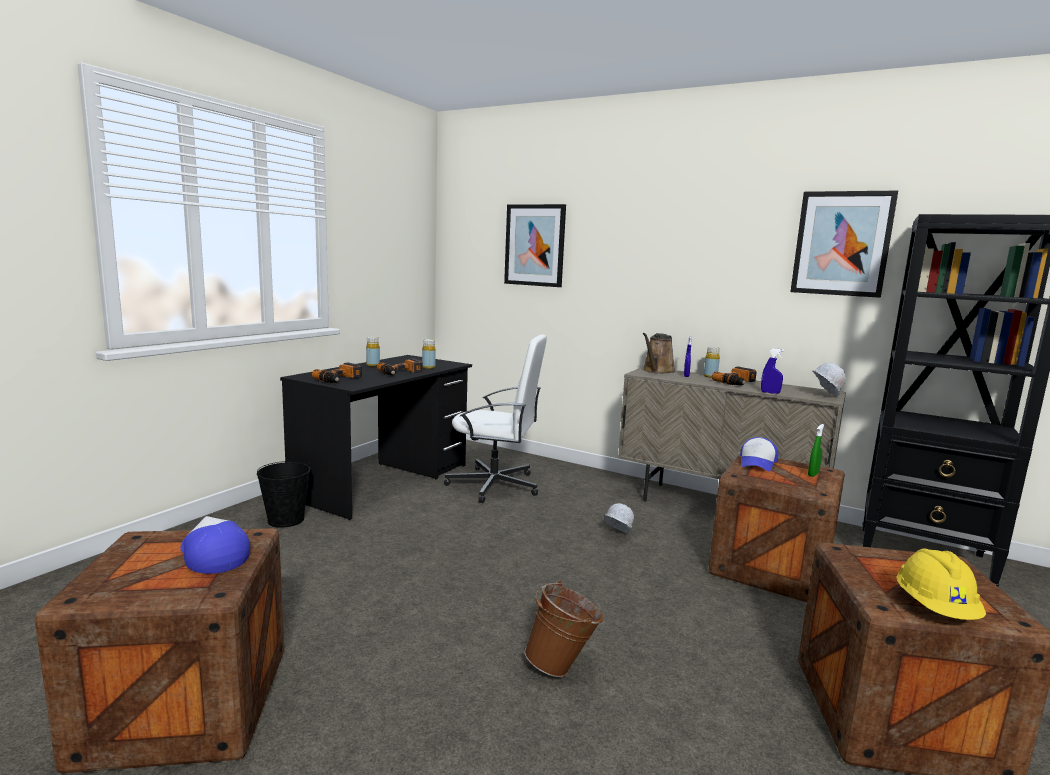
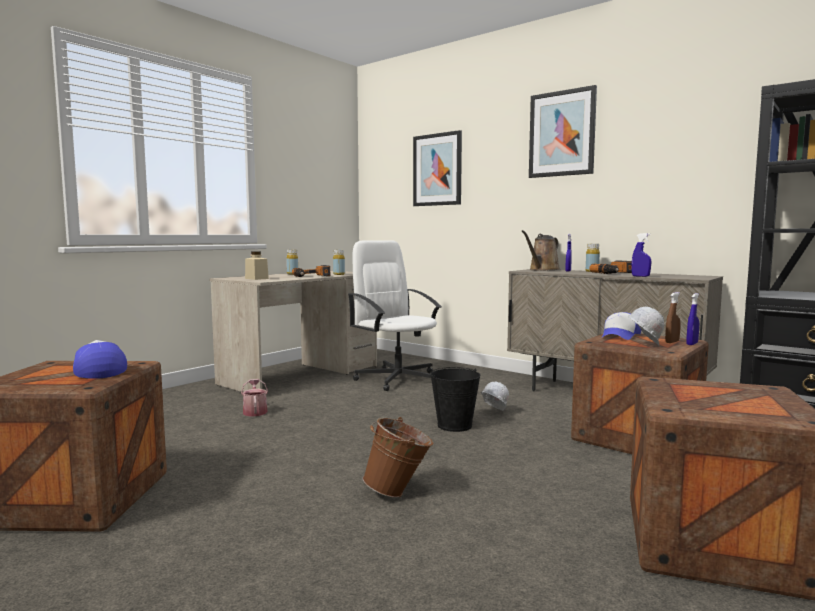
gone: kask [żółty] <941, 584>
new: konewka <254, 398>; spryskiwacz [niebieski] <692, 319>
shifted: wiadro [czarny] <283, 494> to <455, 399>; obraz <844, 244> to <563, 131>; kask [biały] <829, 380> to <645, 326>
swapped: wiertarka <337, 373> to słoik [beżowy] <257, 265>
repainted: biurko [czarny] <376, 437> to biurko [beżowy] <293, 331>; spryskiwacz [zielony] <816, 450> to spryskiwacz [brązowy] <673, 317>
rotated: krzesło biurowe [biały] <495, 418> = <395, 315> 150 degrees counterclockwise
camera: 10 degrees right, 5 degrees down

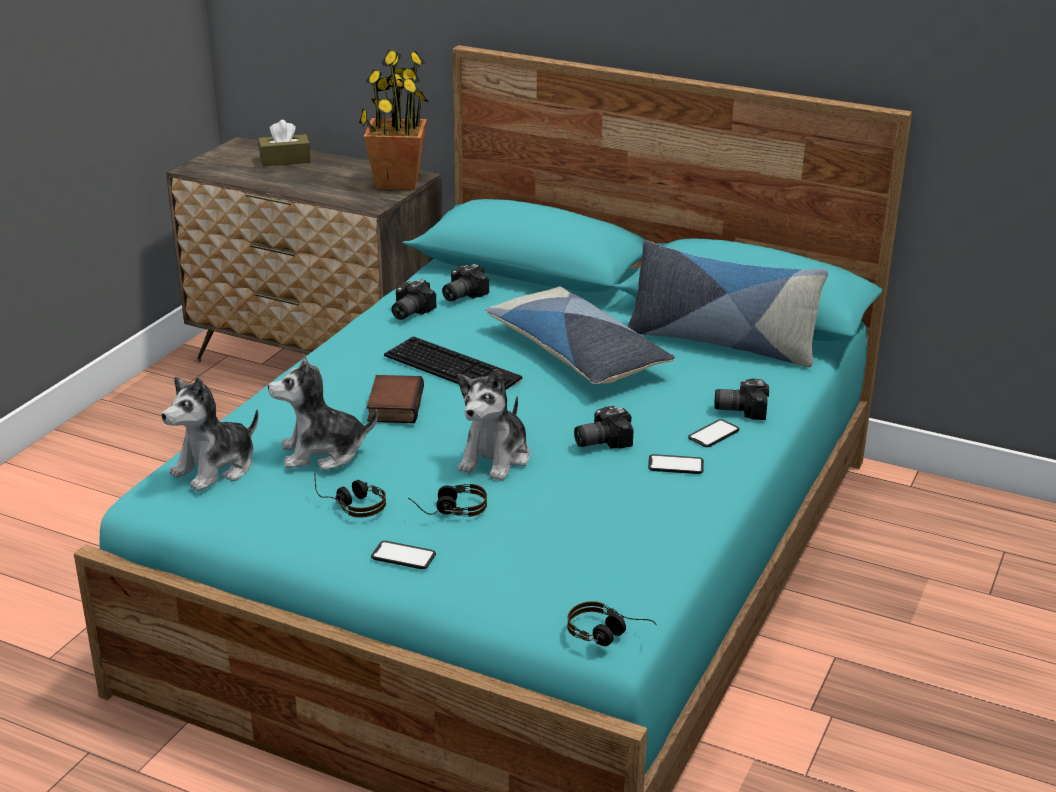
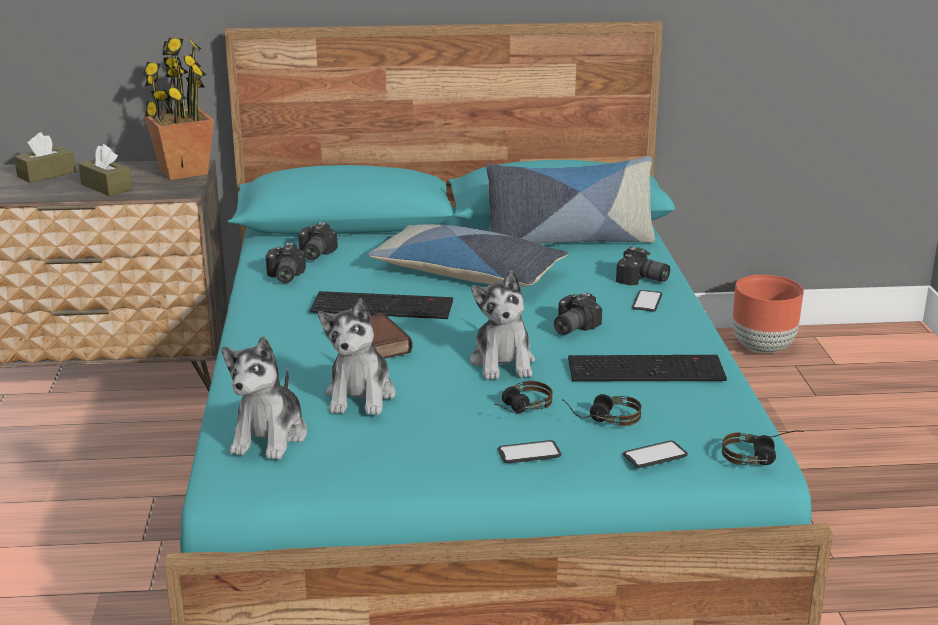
new: pudełko chusteczek [brązowy] <106, 170>; klawiatura <647, 368>; donica [brązowy] <768, 314>
shifted: słuchawki <350, 495> to <602, 410>; telefon <676, 464> to <655, 454>
rotated: pluszak <323, 412> = <357, 356> 45 degrees counterclockwise; aparat fotograficzny <741, 399> = <643, 266> 120 degrees counterclockwise
camera: 30 degrees left, 5 degrees down

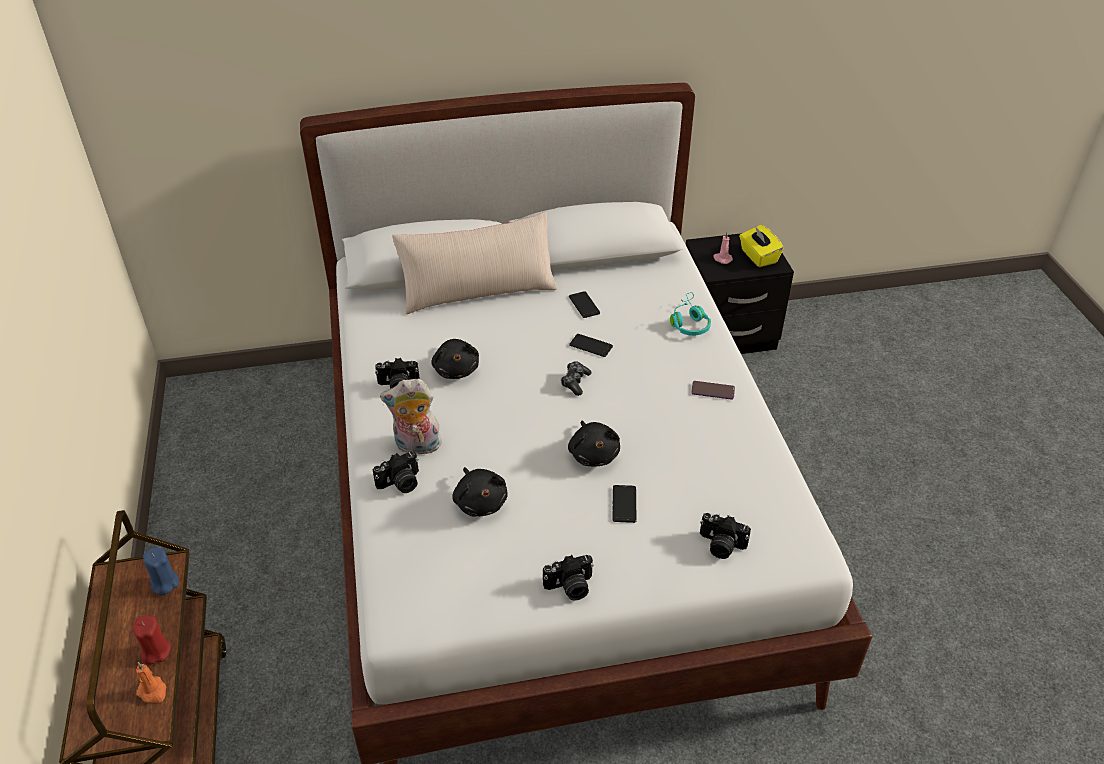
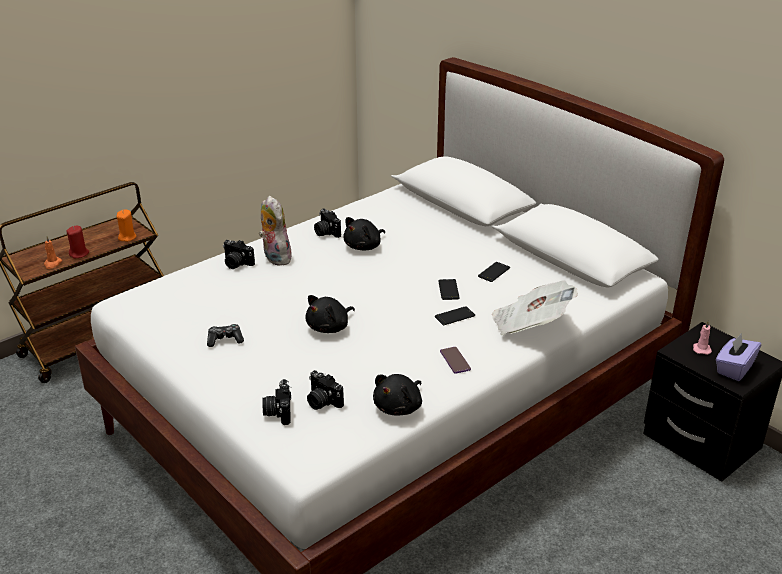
gone: poduszka [beżowy] <474, 263>
shifted: pluszak [czarny] <480, 491> to <397, 395>; aparat fotograficzny <568, 577> to <325, 390>; pad do gier <576, 378> to <225, 335>; telefon <624, 504> to <455, 315>
swapped: słuchawki [turkusowy] <690, 314> to gazeta <535, 307>
repainted: świeca [niebieski] <161, 571> to świeca [pomarańczowy] <126, 225>; pudełko chusteczek [żółty] <761, 246> to pudełko chusteczek [fioletowy] <738, 357>
camera: 60 degrees right, 10 degrees down

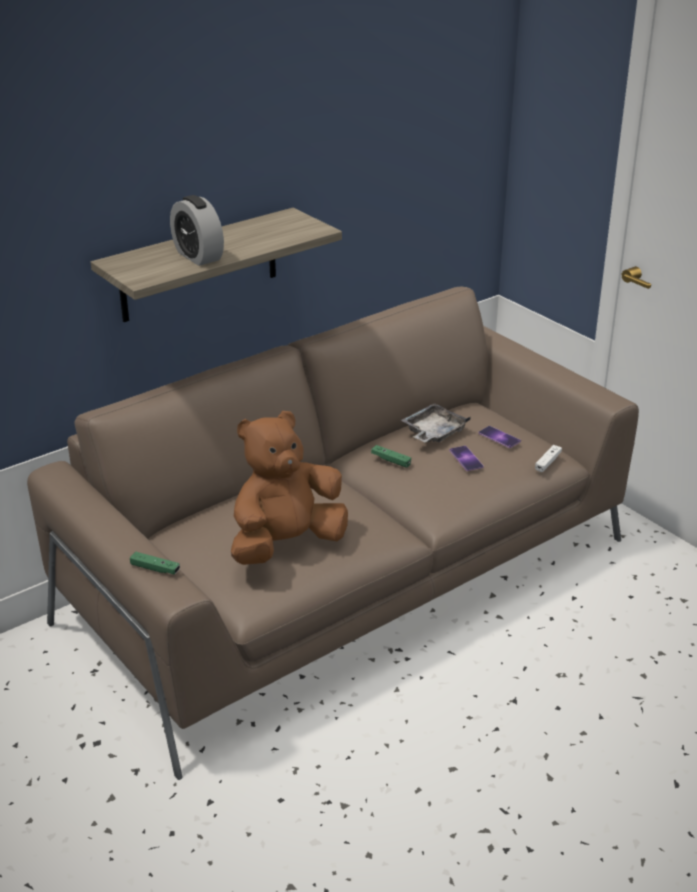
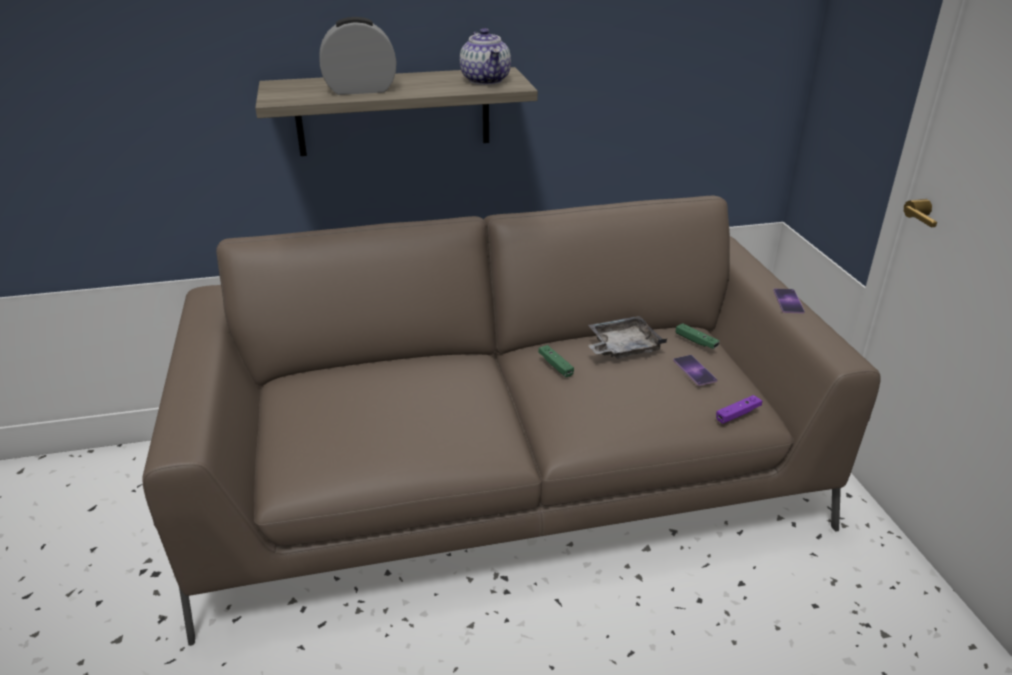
gone: pluszak [brązowy] <289, 488>
new: imbryk <485, 56>
shifted: pad do gier [zielony] <155, 563> to <697, 336>; telefon <466, 458> to <789, 301>
repainted: pad do gier [biały] <548, 458> to pad do gier [fioletowy] <739, 409>
rotated: budzik <197, 230> = <358, 56> 90 degrees clockwise
camera: 25 degrees right, 0 degrees up

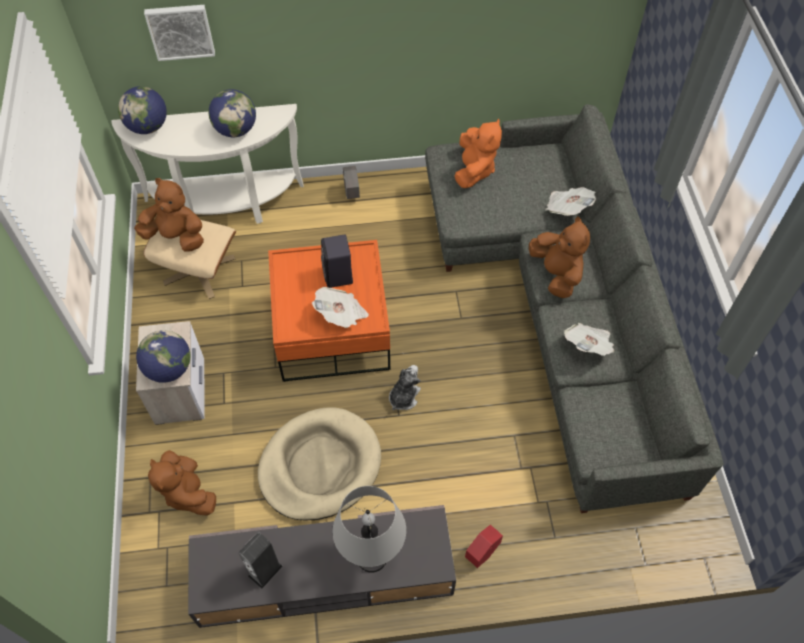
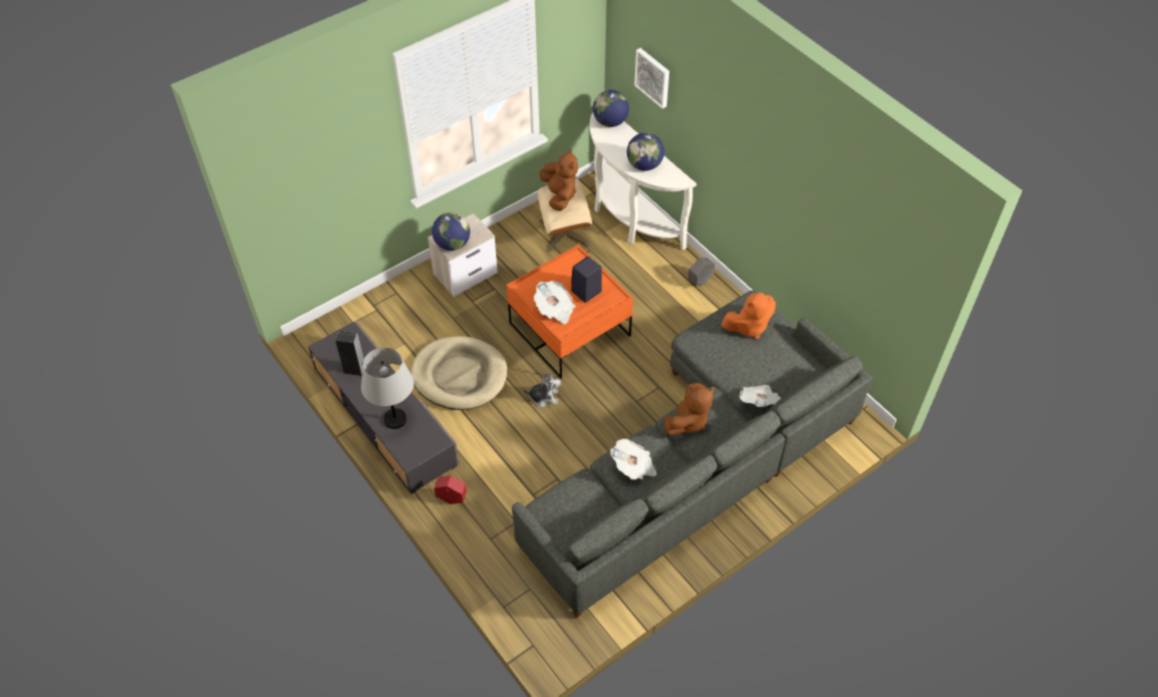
gone: pluszak [brązowy] <182, 482>
camera: 60 degrees right, 5 degrees down

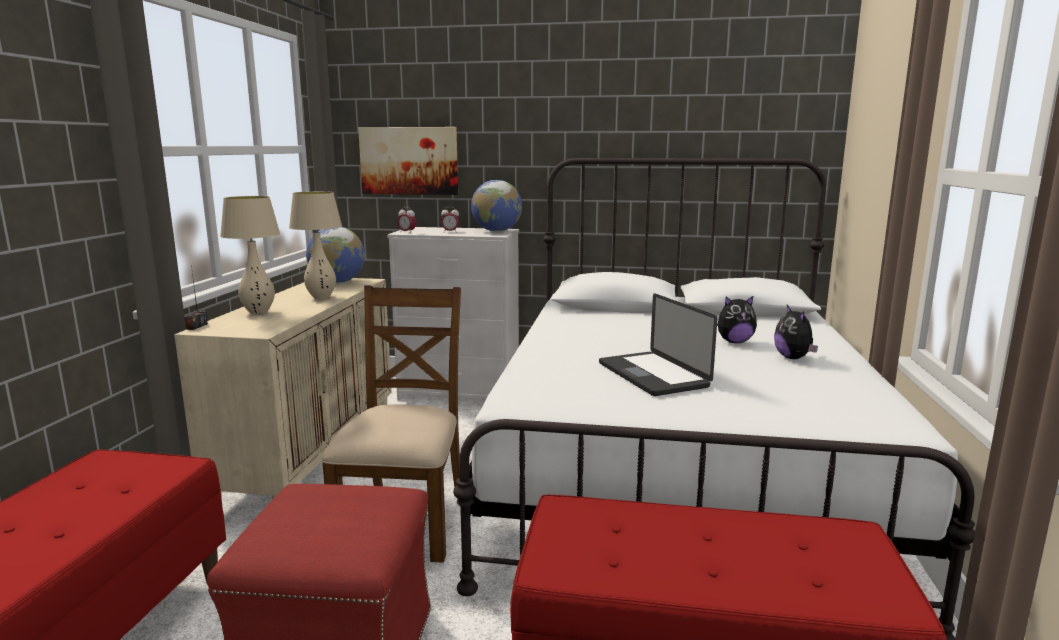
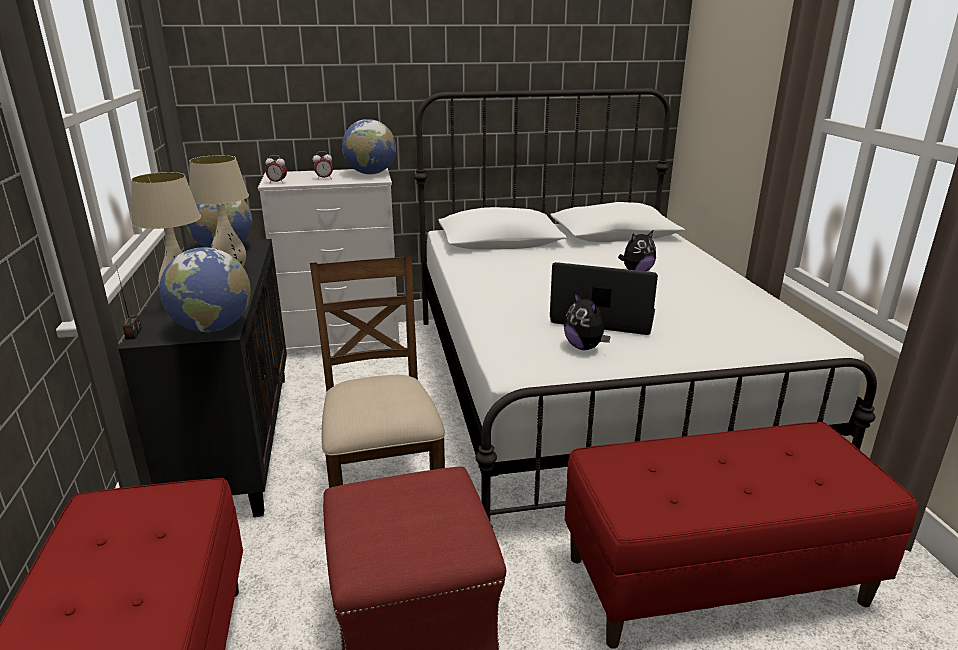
gone: obraz <408, 161>
new: globus <205, 289>
shifted: pluszak <796, 332> to <587, 321>
repainted: szafka [beżowy] <283, 389> to szafka [czarny] <202, 378>
rotated: laptop <658, 344> = <604, 298> 150 degrees clockwise
camera: 20 degrees left, 10 degrees up

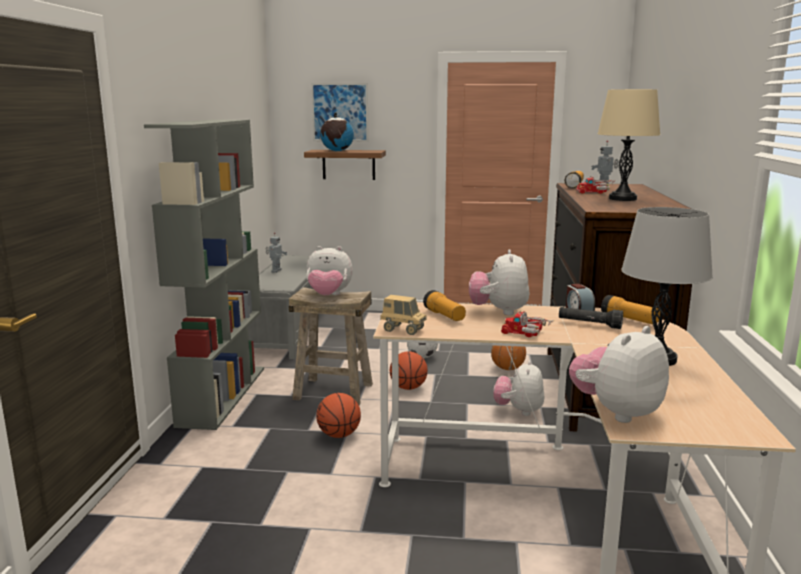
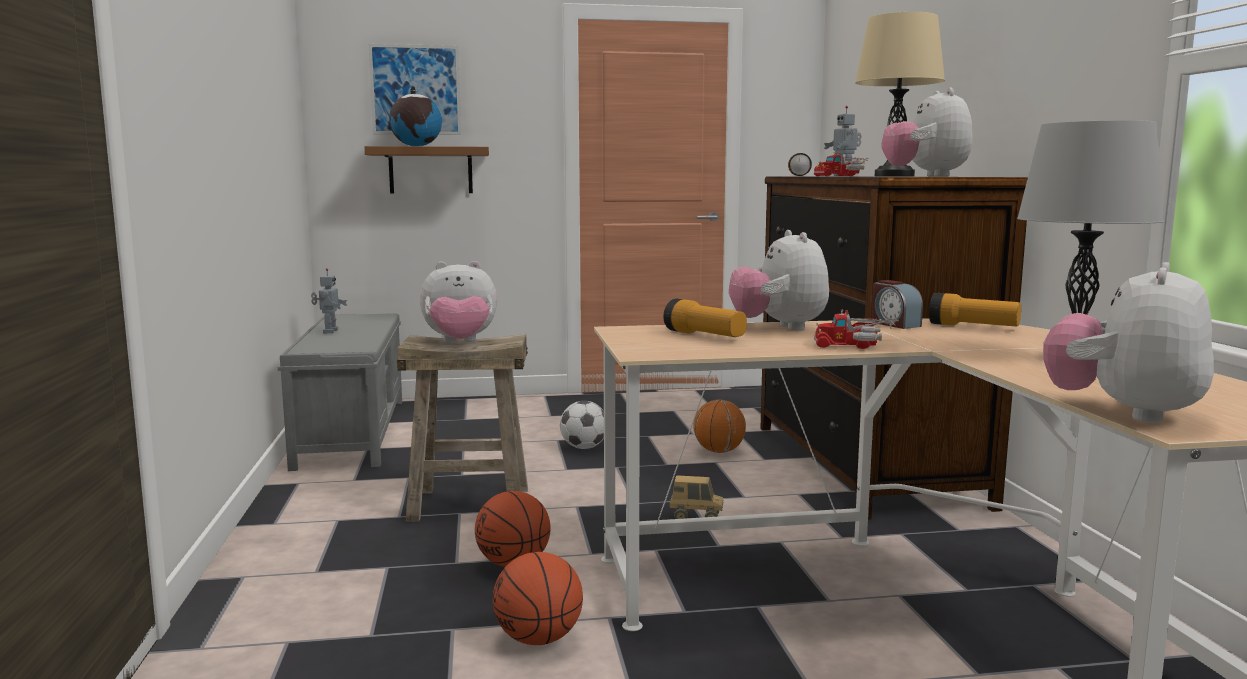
gone: regał [szary] <204, 275>; latarka [czarny] <591, 318>
shifted: ciężarówka zabawkowa <403, 315> to <696, 497>; piłka do koszykówki <409, 370> to <538, 598>; pluszak <518, 388> to <927, 132>
camera: 15 degrees left, 5 degrees down

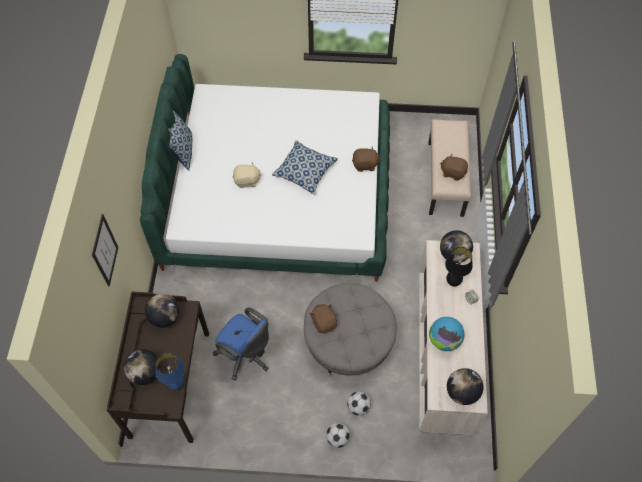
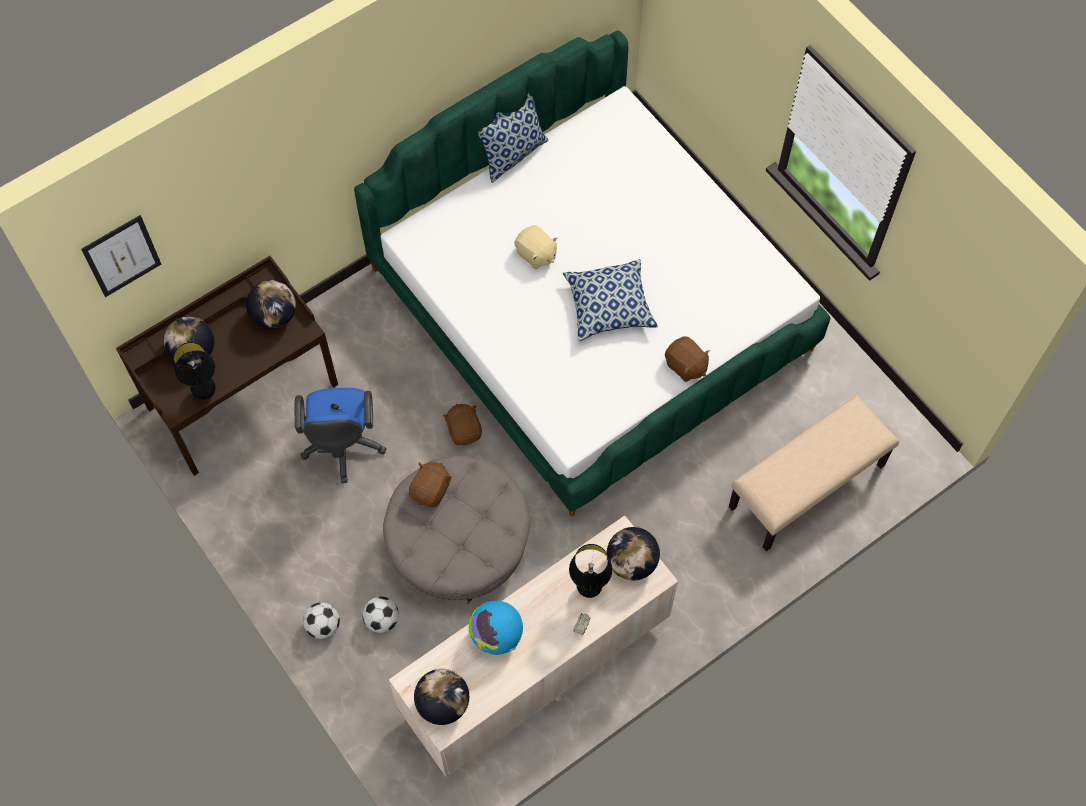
shifted: obraz <105, 250> to <121, 256>; pluszak [brązowy] <454, 167> to <462, 424>
repainted: lampa stołowa [niebieski] <170, 371> to lampa stołowa [czarny] <195, 371>
camera: 50 degrees right, 5 degrees up

